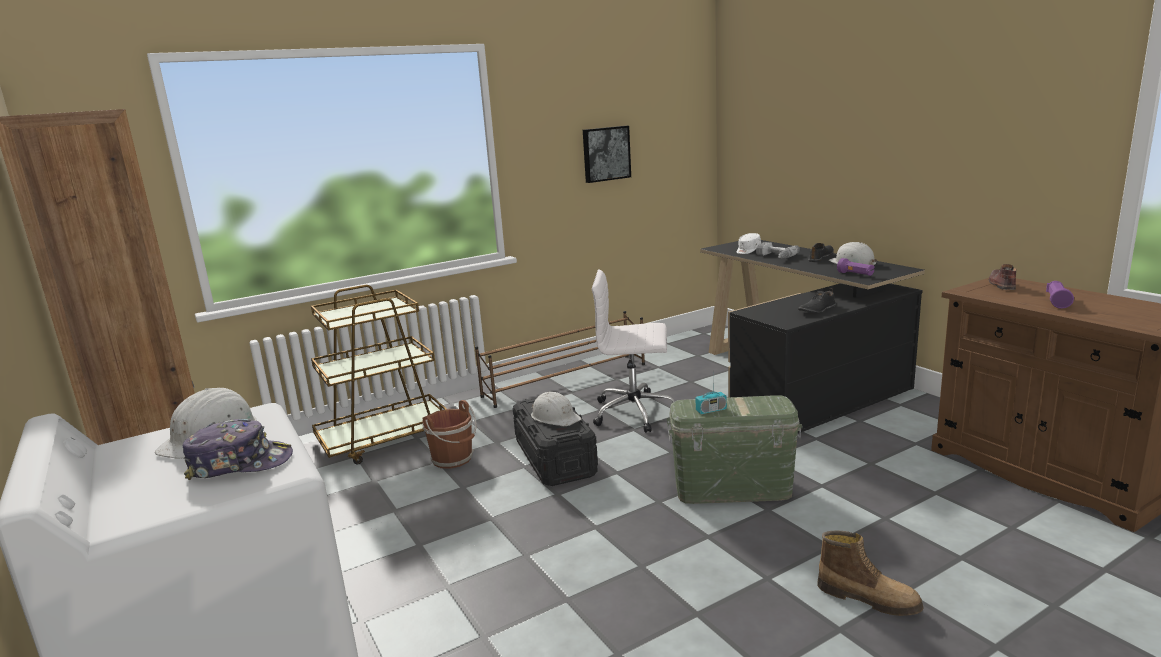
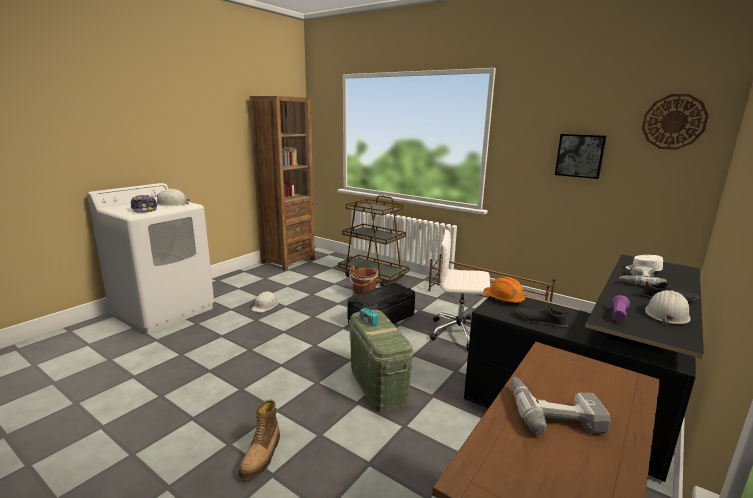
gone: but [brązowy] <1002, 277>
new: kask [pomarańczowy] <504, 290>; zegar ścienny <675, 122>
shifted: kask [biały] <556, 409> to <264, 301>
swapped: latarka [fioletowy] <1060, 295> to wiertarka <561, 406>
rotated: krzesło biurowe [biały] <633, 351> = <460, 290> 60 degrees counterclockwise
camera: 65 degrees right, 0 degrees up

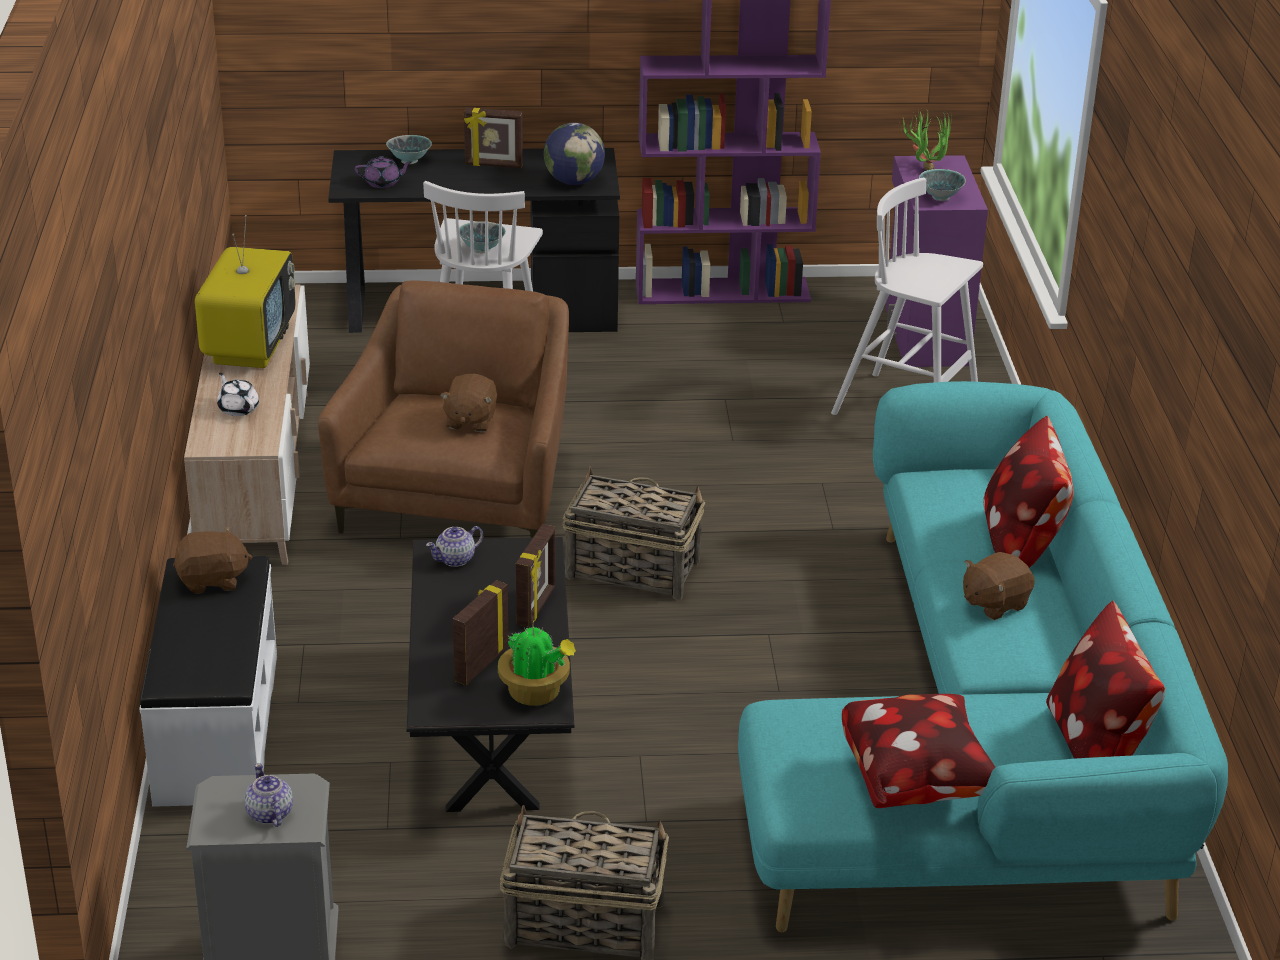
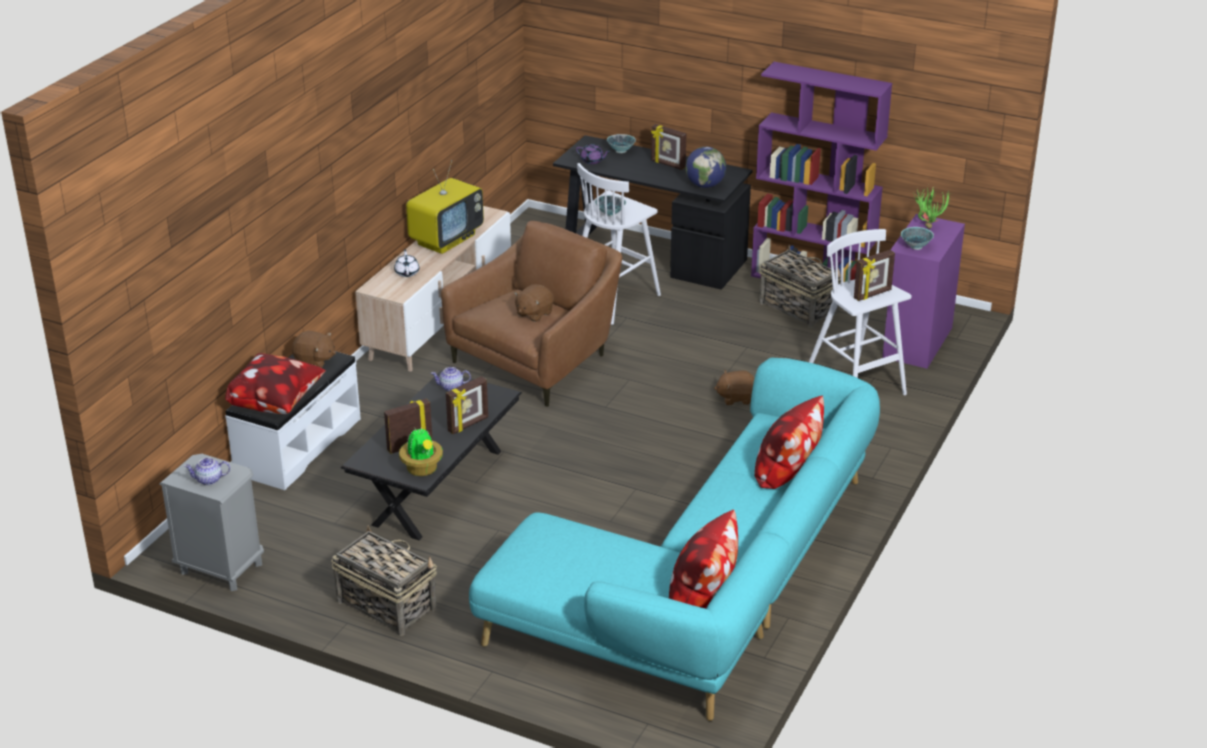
new: ramka na zdjęcie <874, 275>
shifted: koszyk <634, 533> to <800, 286>; poduszka <919, 751> to <275, 383>; pluszak [brązowy] <999, 586> to <734, 387>
rotated: imbryk <268, 795> = <207, 471> 105 degrees counterclockwise
camera: 30 degrees right, 0 degrees up

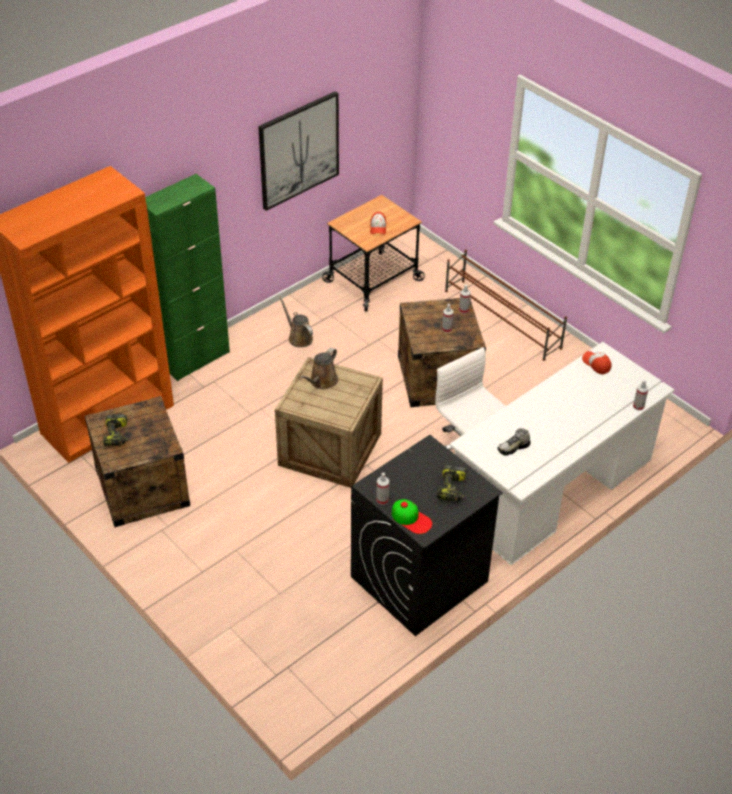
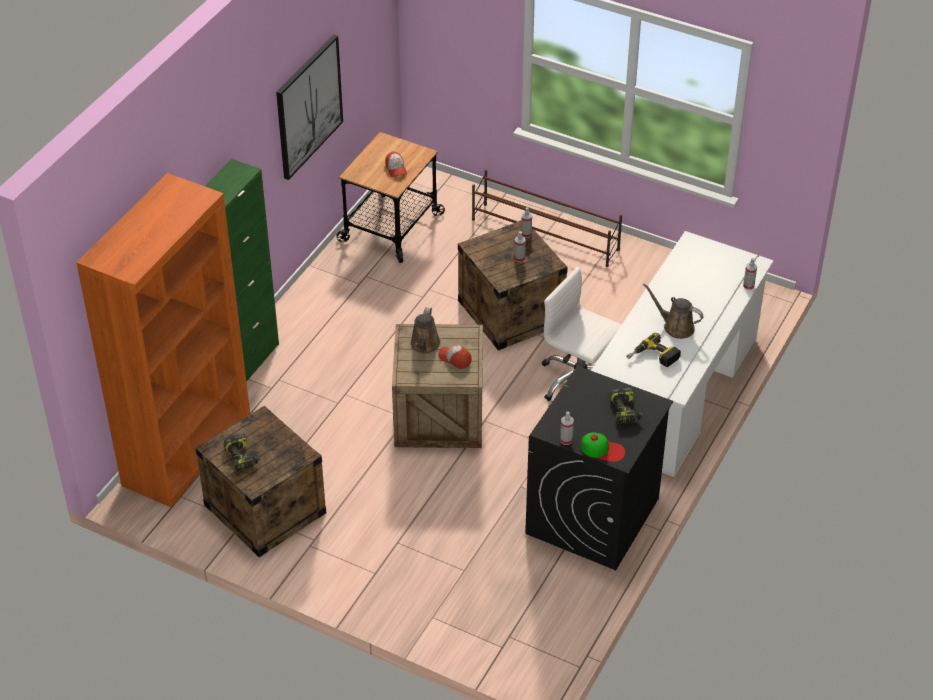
shifted: konewka [brązowy] <296, 322> to <673, 311>; czapka z daszkiem <597, 363> to <455, 357>
swapped: but <514, 442> to wiertarka <653, 350>
camera: 20 degrees left, 0 degrees up

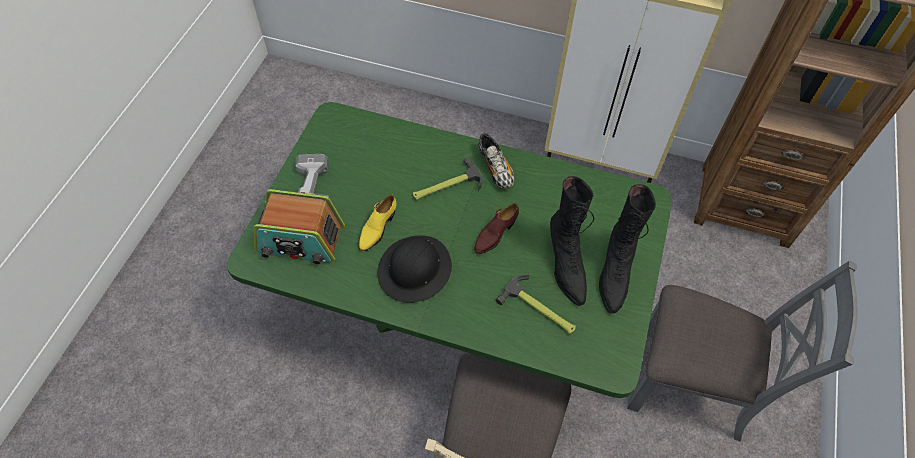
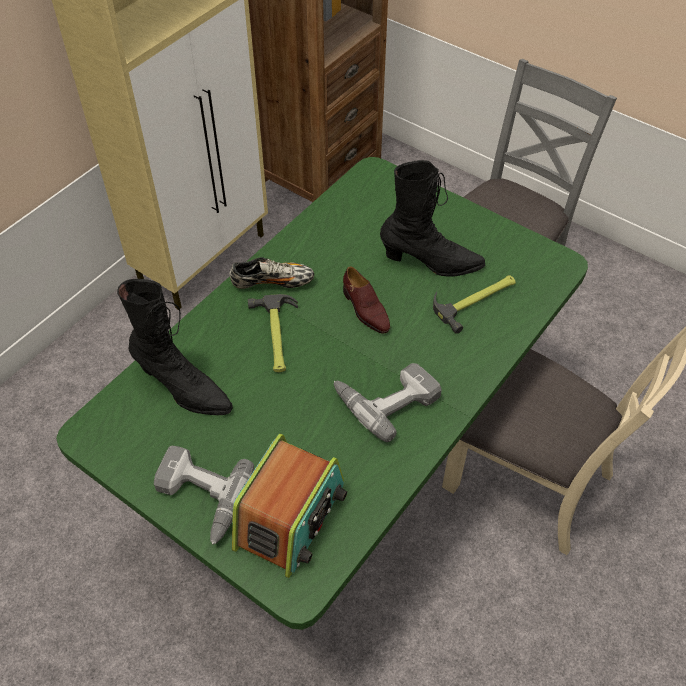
gone: but [żółty] <377, 223>
shifted: but z cholewką [czarny] <627, 249> to <175, 347>
swapped: kask [czarny] <414, 269> to wiertarka <388, 402>
camera: 70 degrees left, 5 degrees down

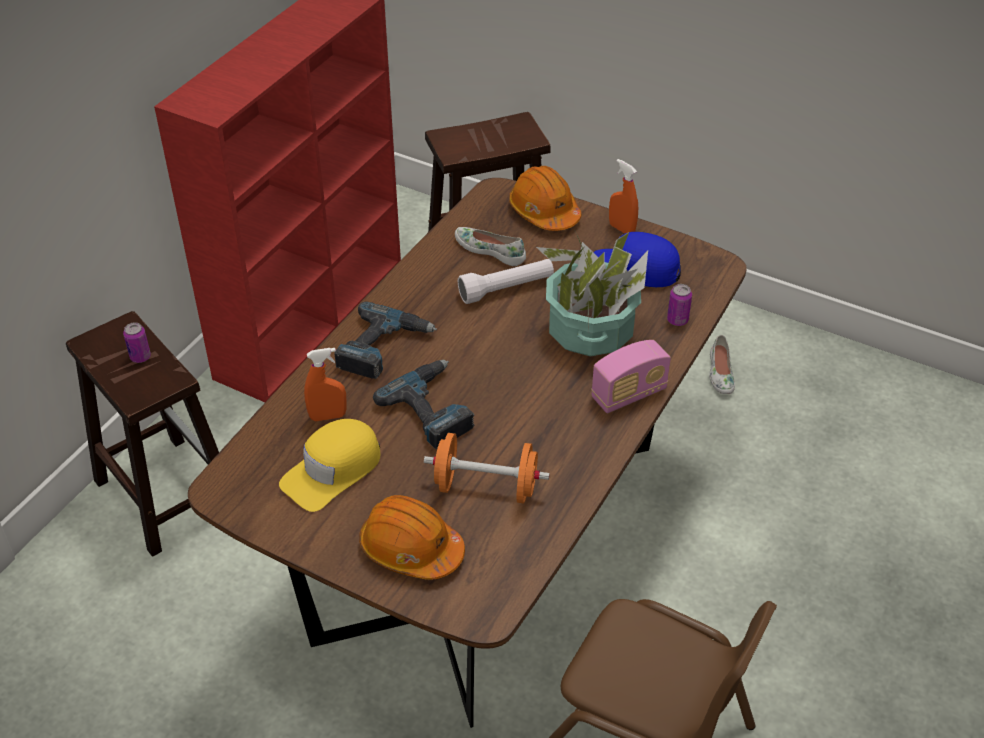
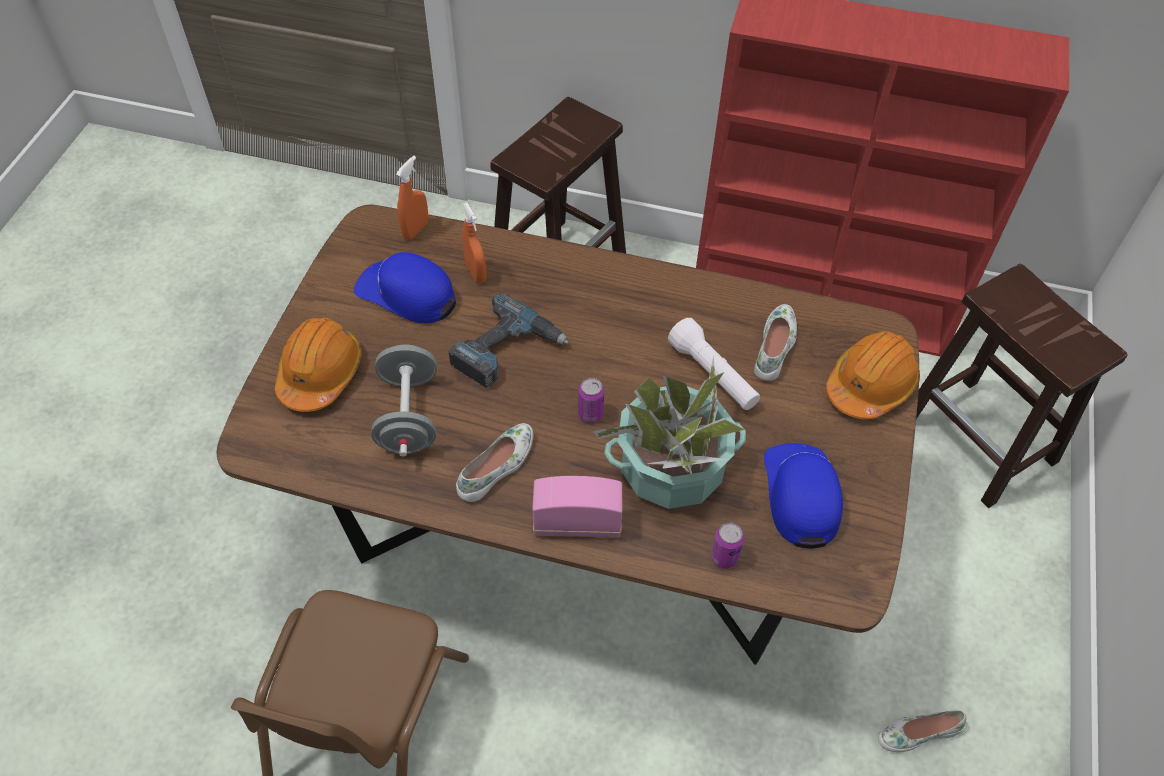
gone: wiertarka <385, 340>
new: but [biały] <494, 462>
shifted: puszka <137, 342> to <591, 400>; spryskiwacz [pomarańczowy] <623, 196> to <412, 198>
repainted: czapka z daszkiem [żółty] <329, 465> to czapka z daszkiem [niebieski] <405, 287>; hantel [pomarańczowy] <487, 468> to hantel [szary] <404, 401>
rotated: radio <631, 376> = <577, 507> 135 degrees clockwise
camera: 75 degrees right, 10 degrees up

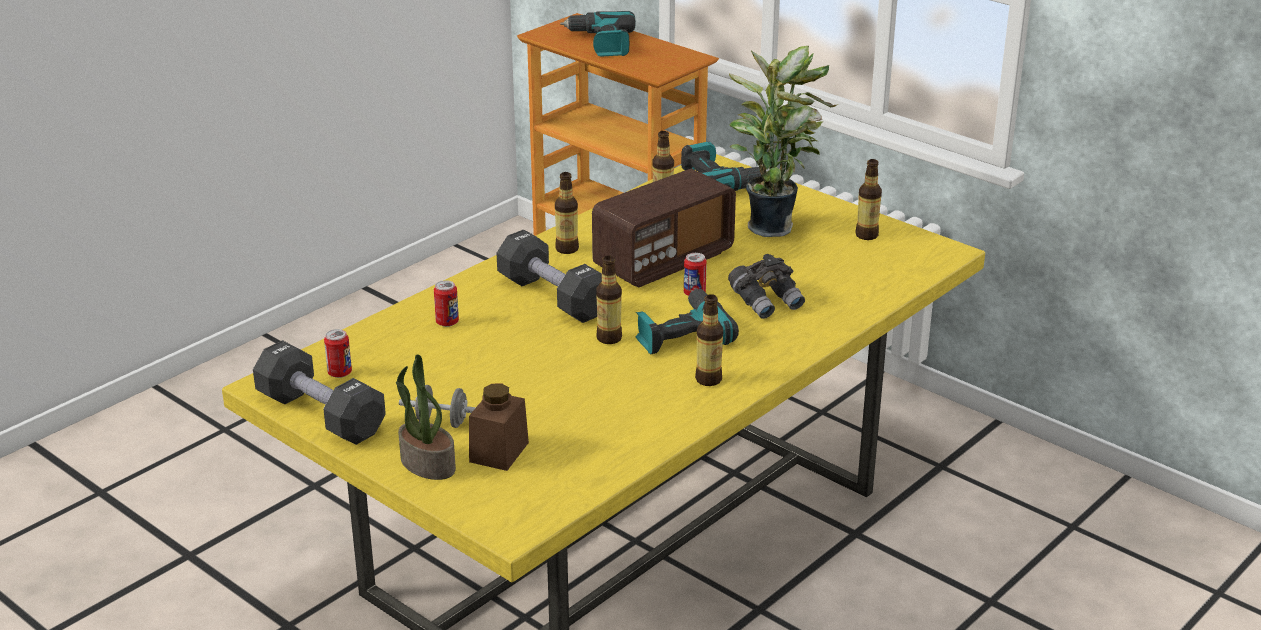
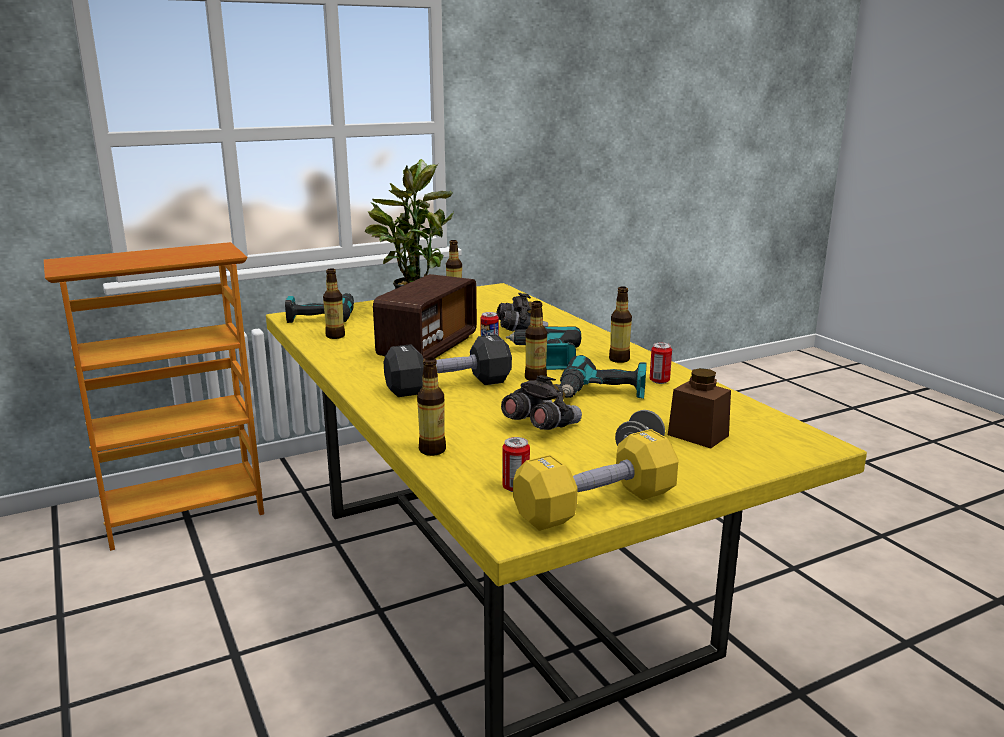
gone: roślina doniczkowa <426, 417>
new: lornetka [szary] <541, 402>
shifted: puszka <446, 303> to <661, 363>; butelka <567, 213> to <431, 406>; wiertarka <598, 34> to <603, 377>
repainted: hantel [czarny] <319, 392> to hantel [żółty] <595, 480>
rotated: radio <664, 228> = <425, 316> 45 degrees clockwise
camera: 70 degrees left, 10 degrees down

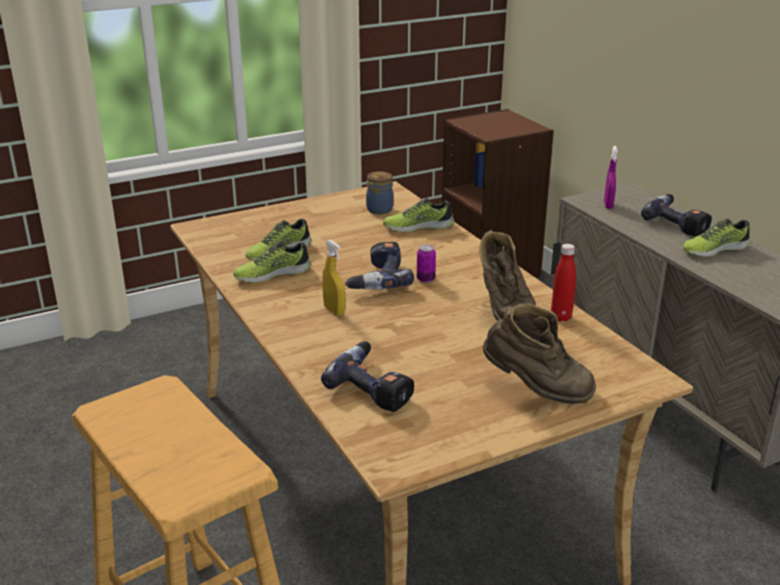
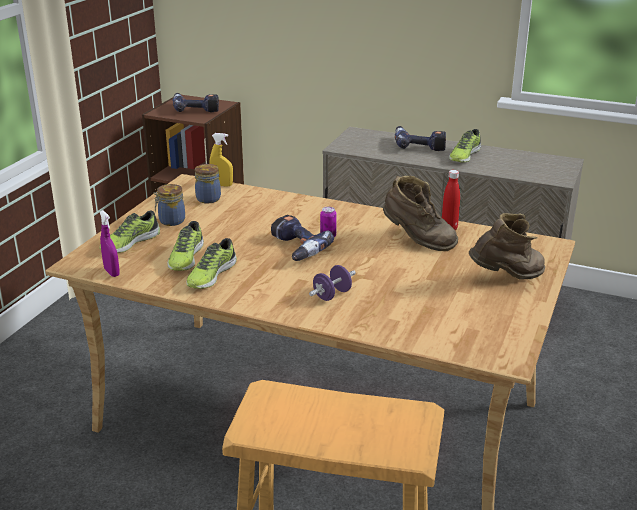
new: słoik <169, 205>; hantel [fioletowy] <332, 283>
shifted: wiertarka <367, 376> to <195, 102>; spryskiwacz [żółty] <333, 278> to <221, 160>; but <418, 215> to <130, 232>; spryskiwacz [fioletowy] <611, 177> to <110, 243>
camera: 40 degrees left, 0 degrees up

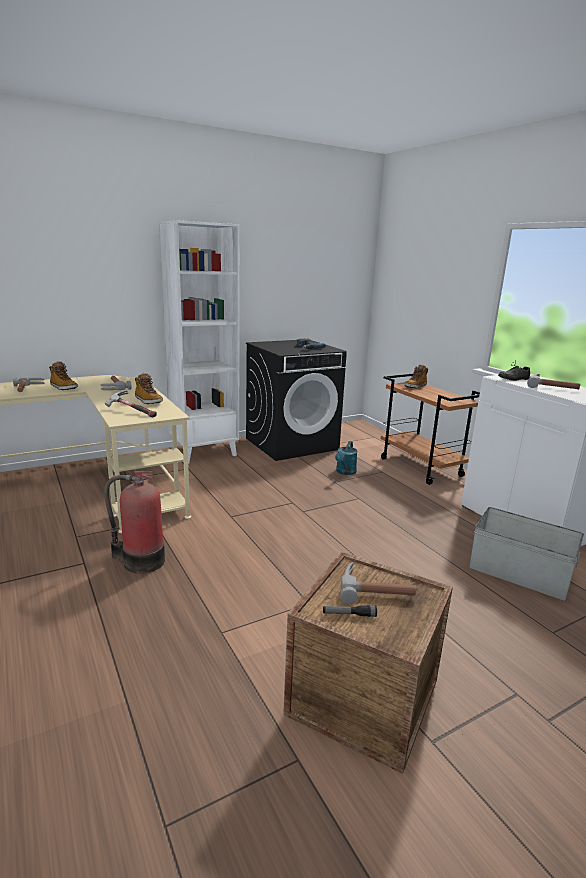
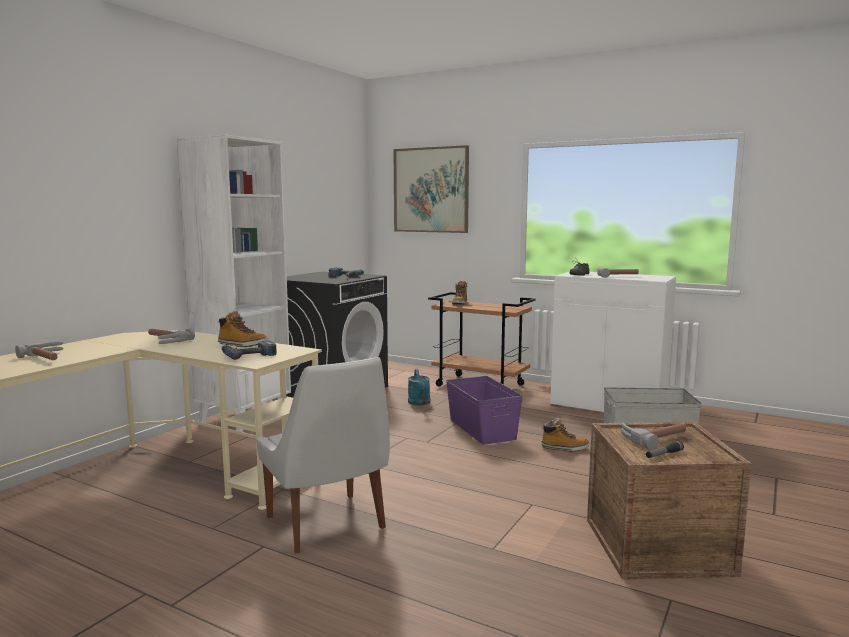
new: obraz <431, 189>; pojemnik do przechowywania [fioletowy] <484, 410>
shifted: but z cholewką <63, 375> to <565, 435>
swapped: gaśnica <134, 522> to krzesło [biały] <323, 455>; młotek <131, 404> to wiertarka <249, 350>
camera: 30 degrees left, 10 degrees down

